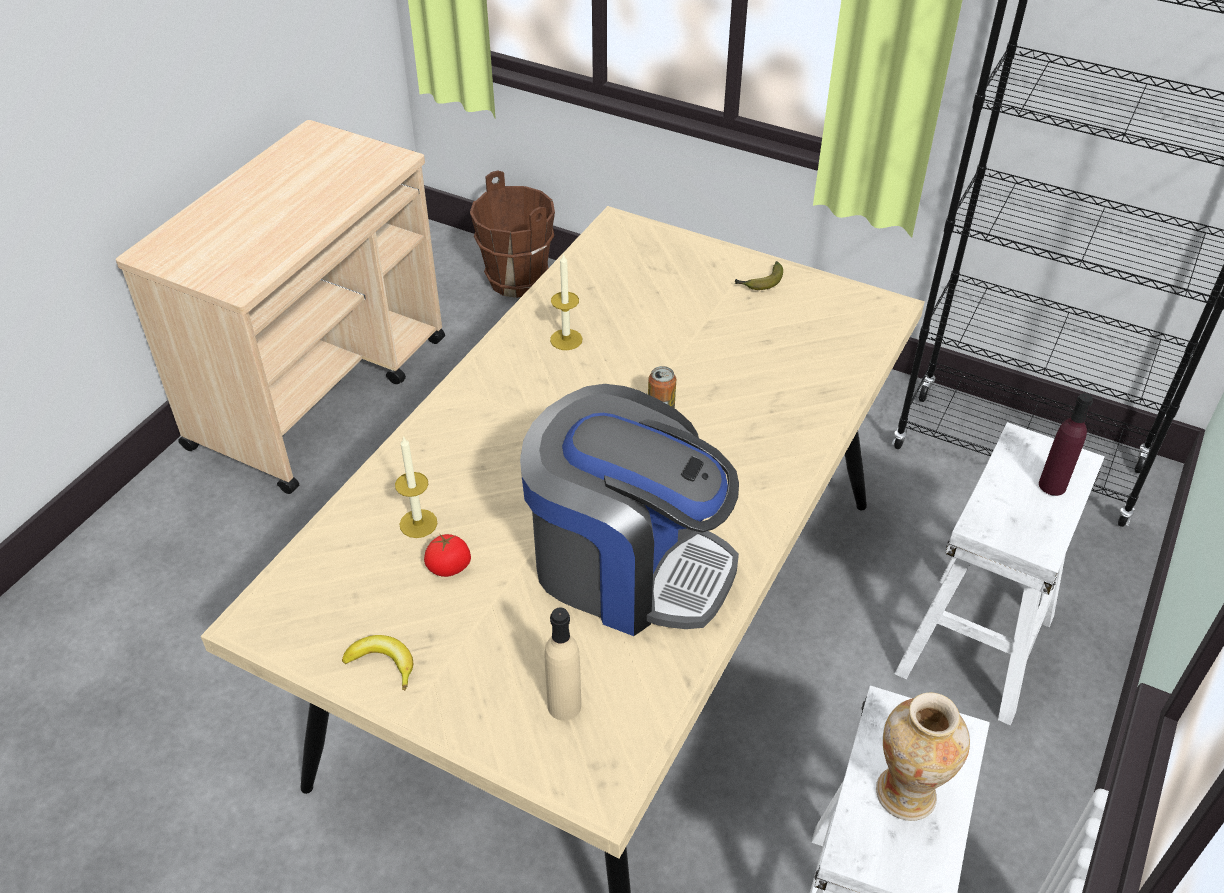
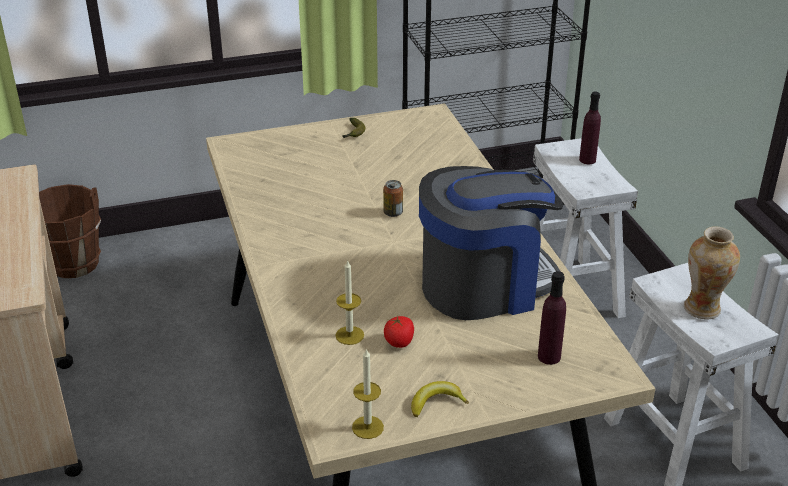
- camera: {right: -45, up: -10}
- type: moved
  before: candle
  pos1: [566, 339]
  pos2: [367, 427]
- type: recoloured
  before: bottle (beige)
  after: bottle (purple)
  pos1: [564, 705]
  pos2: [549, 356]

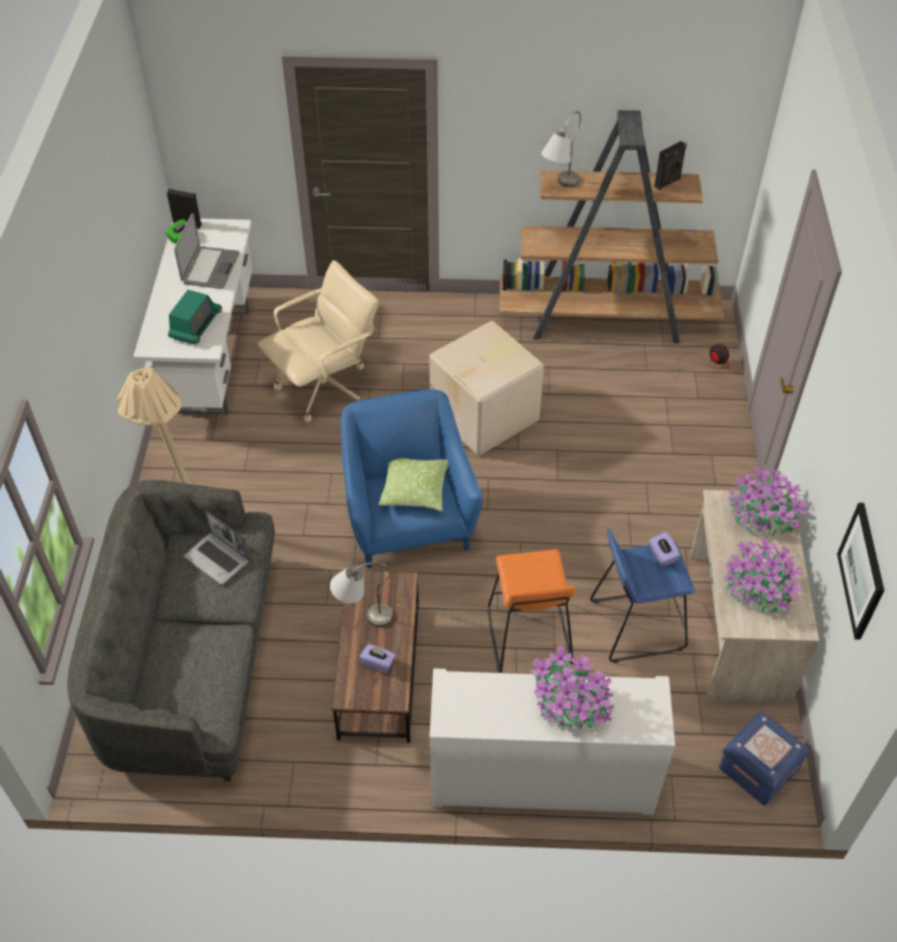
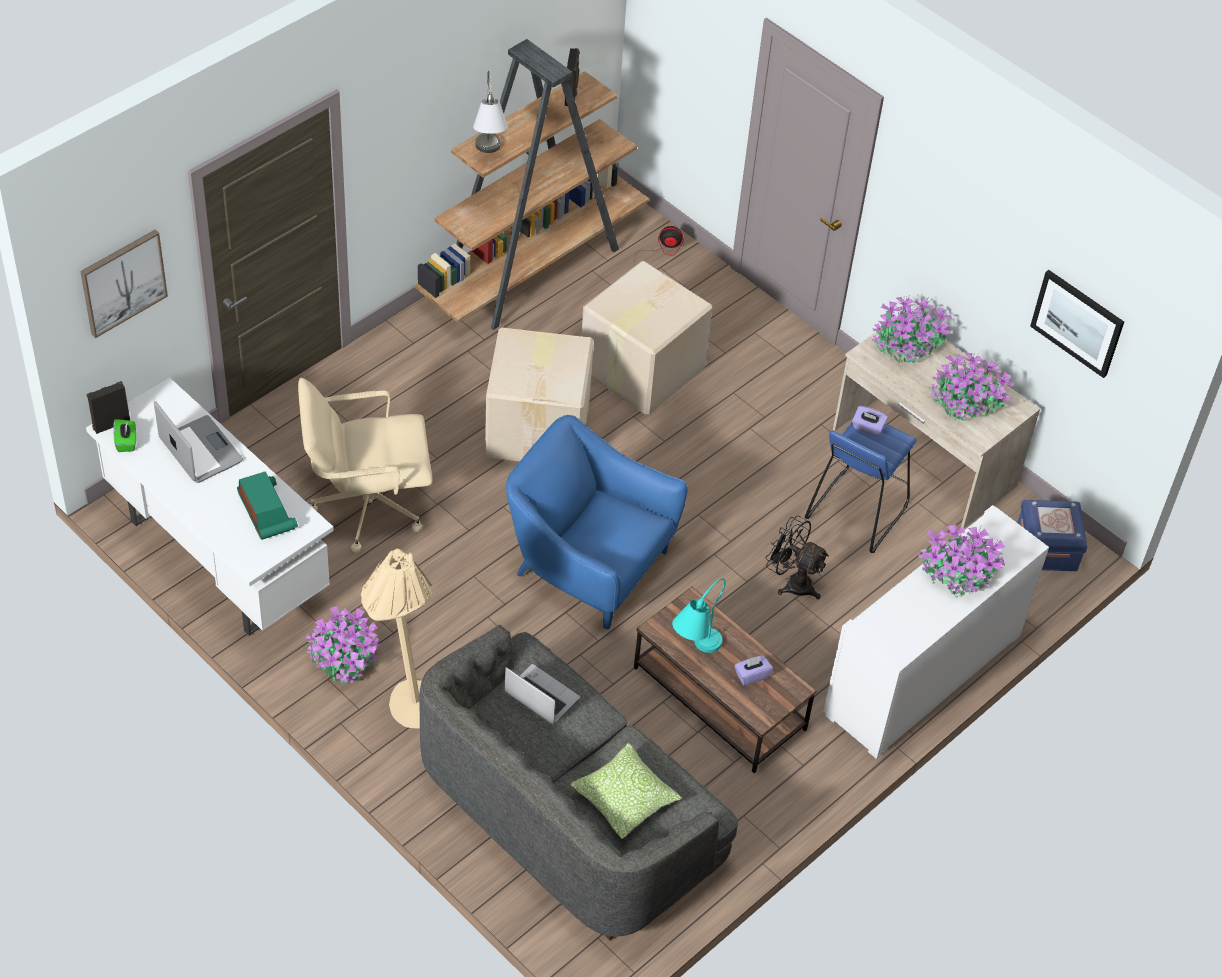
- camera: {right: -50, up: 0}
- type: turned
  before: office chair (beige)
  pos1: [325, 388]
  pos2: [366, 506]
  turn: -105
- type: moved
  before: pillow
  pos1: [414, 489]
  pos2: [624, 798]
- type: turned
  before: laptop
  pos1: [218, 559]
  pos2: [540, 696]
  turn: -135
- type: replaced
  before: stool (orange)
  after: fan (black)
  pos1: [528, 636]
  pos2: [792, 582]
- type: recoloured
  before: table lamp (grey)
  after: table lamp (turquoise)
  pos1: [362, 615]
  pos2: [694, 652]
- type: added
  after: picture
  pos2: [123, 282]
- type: added
  after: cardboard box
  pos2: [639, 369]
- type: added
  after: potted plant
  pos2: [343, 660]

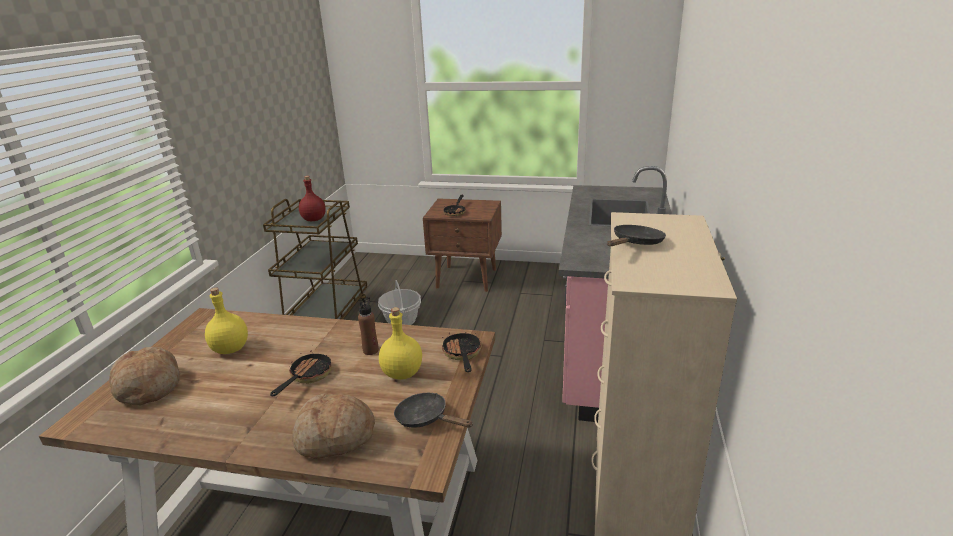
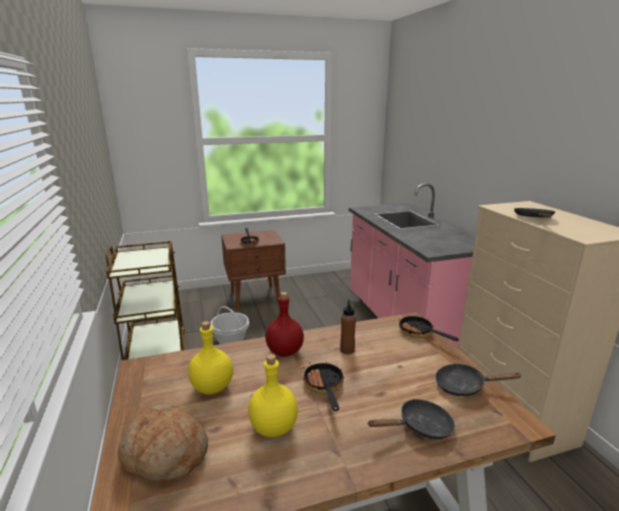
- camera: {right: -30, up: -5}
- type: moved
  before: bottle (red)
  pos1: [314, 219]
  pos2: [285, 351]
- type: moved
  before: bottle (yellow)
  pos1: [403, 373]
  pos2: [274, 427]
- type: replaced
  before: bread
  after: frying pan (black)
  pos1: [334, 437]
  pos2: [420, 427]

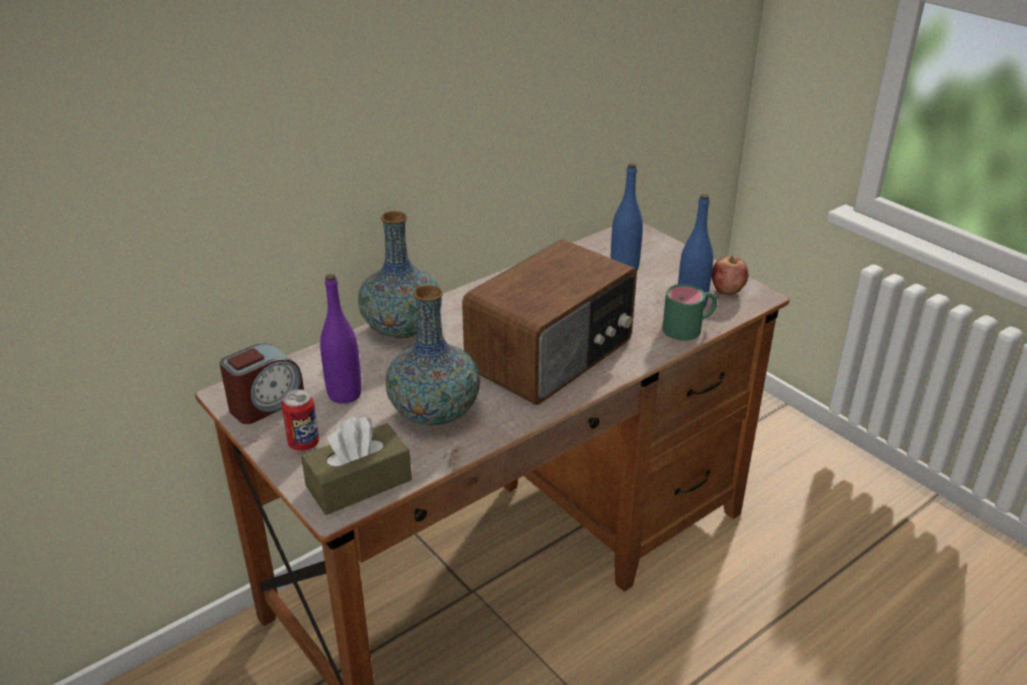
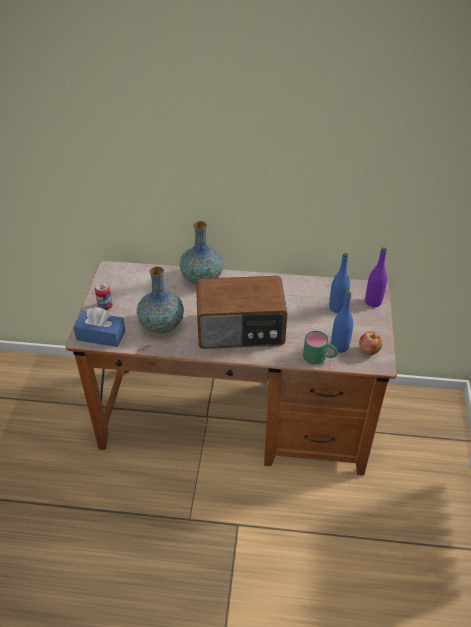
- camera: {right: 45, up: 10}
- type: moved
  before: bottle (purple)
  pos1: [344, 394]
  pos2: [373, 302]
- type: removed
  before: alarm clock
  pos1: [266, 404]
- type: recoloured
  before: tissue box (brown)
  after: tissue box (blue)
  pos1: [359, 483]
  pos2: [101, 335]

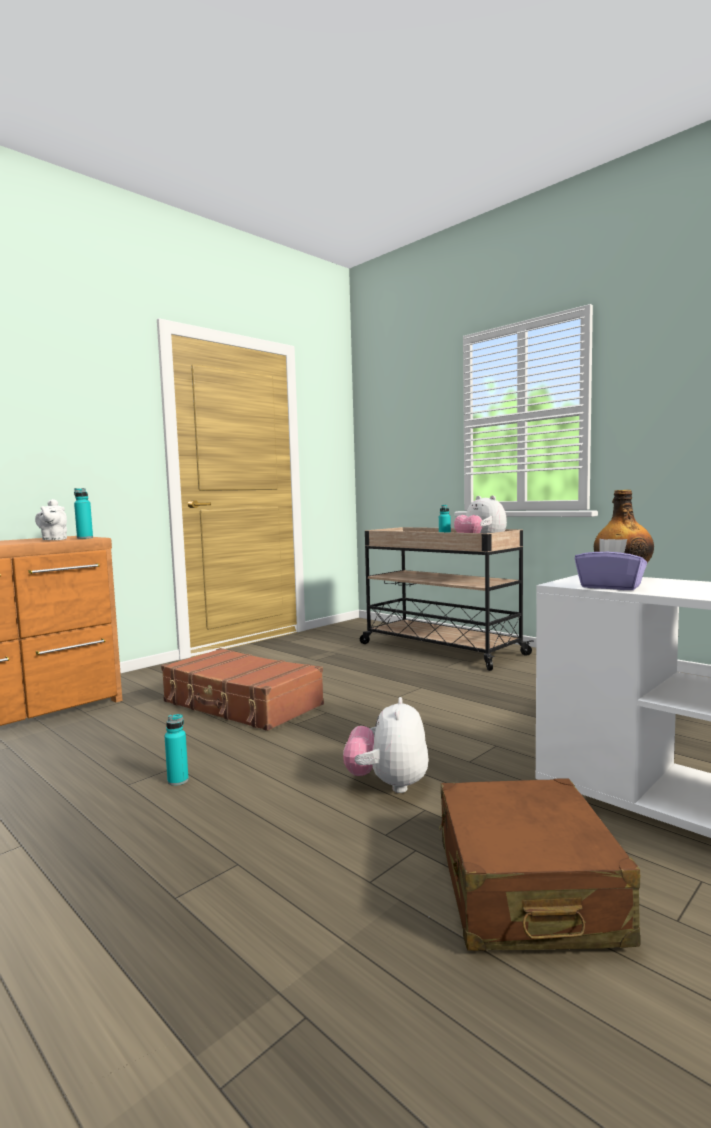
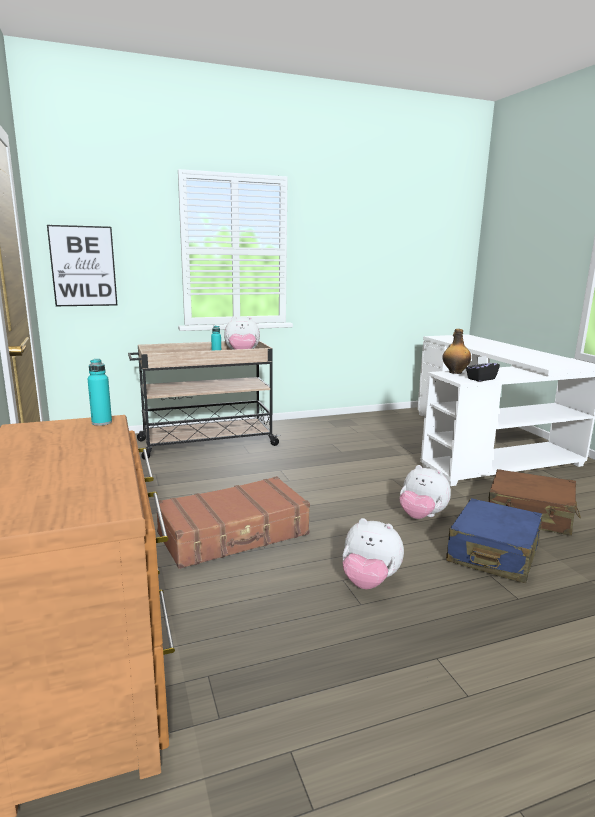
- camera: {right: -65, up: 10}
- type: removed
  before: teapot (white)
  pos1: [54, 540]
- type: recoloured
  before: tissue box (purple)
  after: tissue box (black)
  pos1: [610, 587]
  pos2: [481, 379]
- type: replaced
  before: bottle (turquoise)
  after: plush toy
  pos1: [178, 781]
  pos2: [369, 582]
- type: added
  after: picture
  pos2: [83, 266]
- type: added
  after: suitcase (blue)
  pos2: [493, 554]

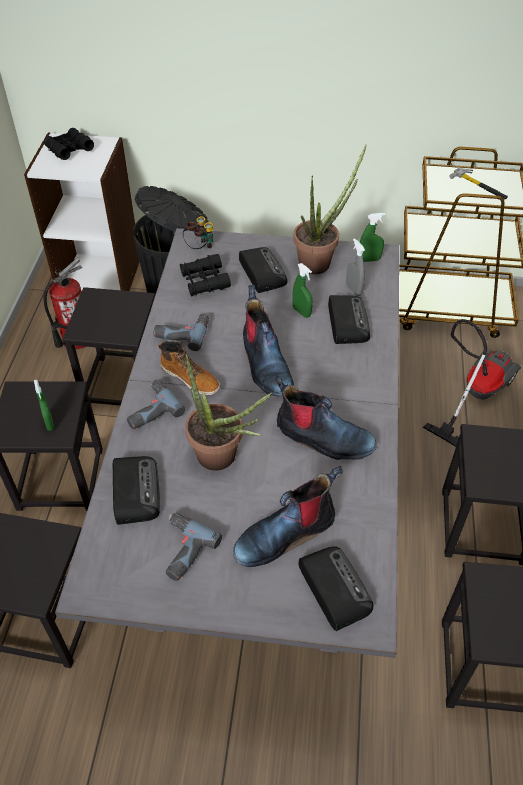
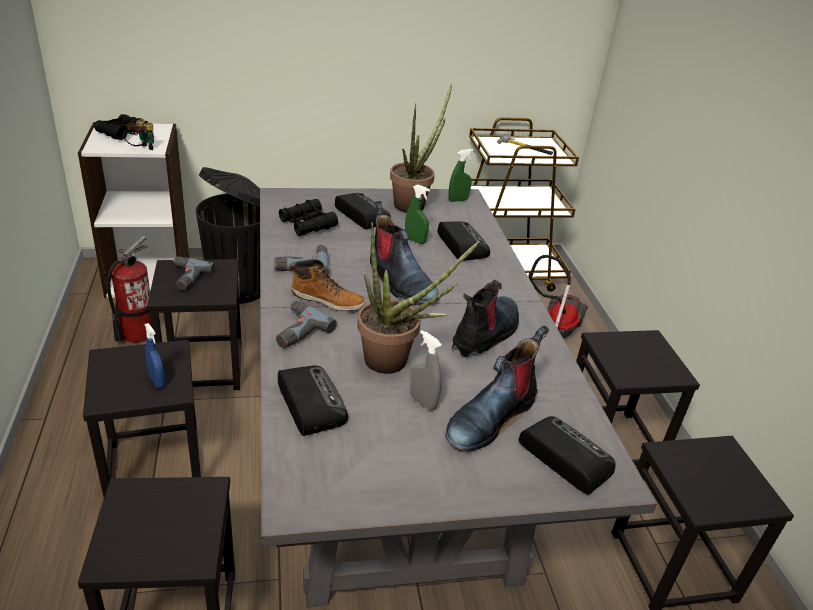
- camera: {right: -20, up: -15}
- type: moved
  before: binoculars
  pos1: [199, 248]
  pos2: [141, 150]
- type: moved
  before: spray bottle (grey)
  pos1: [353, 290]
  pos2: [423, 402]
- type: turned
  before: boot
  pos1: [322, 438]
  pos2: [486, 334]
  turn: -60
- type: recoloured
  before: spray bottle (green)
  after: spray bottle (blue)
  pos1: [49, 423]
  pos2: [157, 382]
- type: moved
  before: power drill
  pos1: [181, 550]
  pos2: [185, 277]

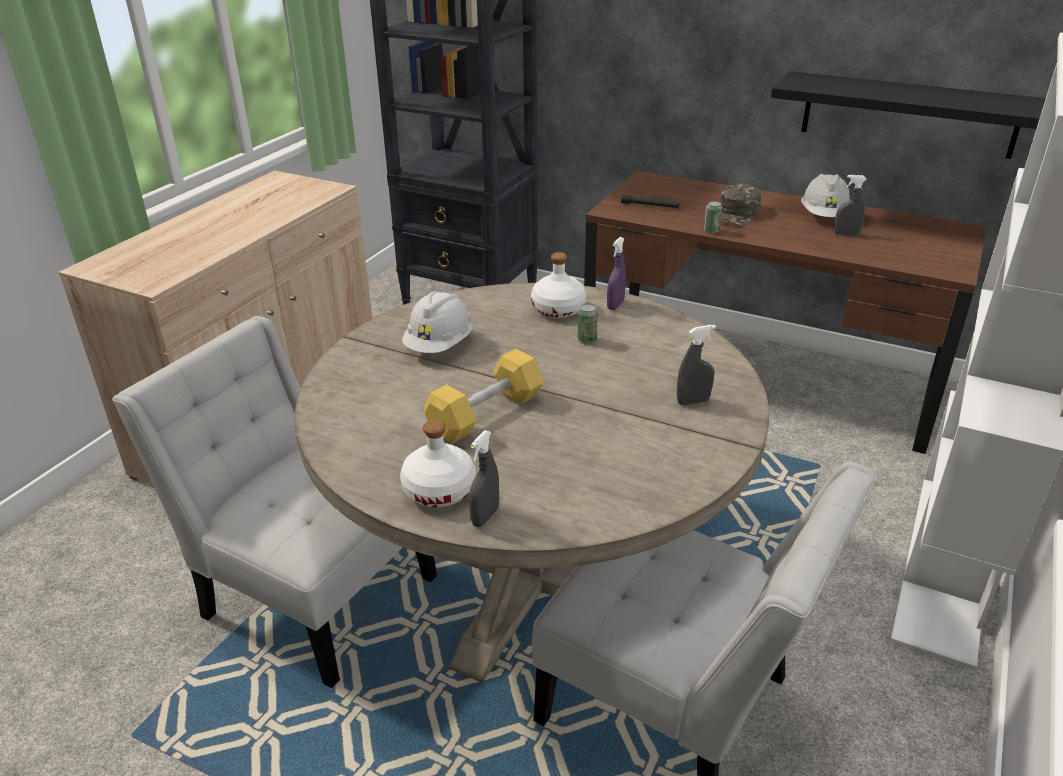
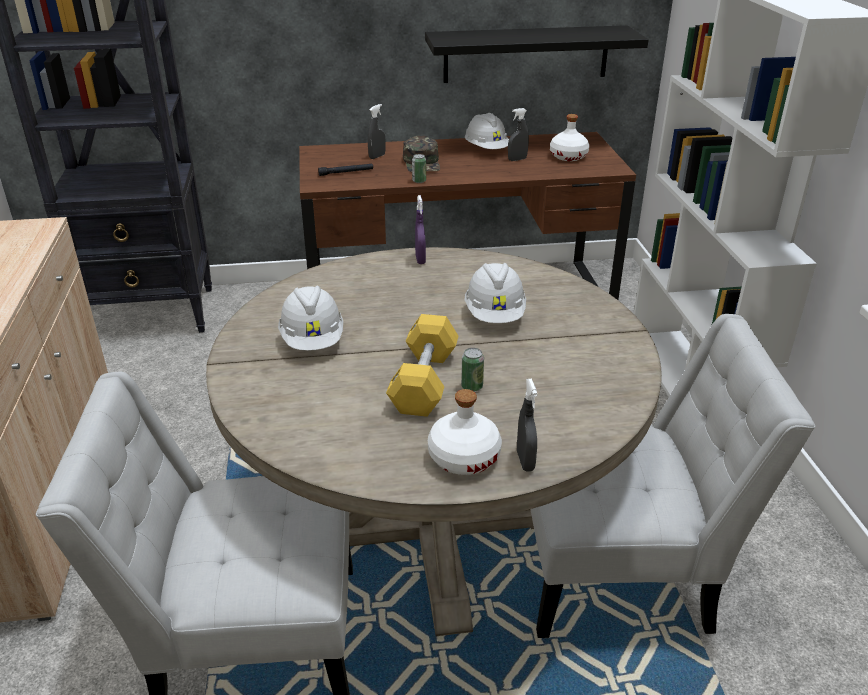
- camera: {right: -35, up: 0}
- type: moved
  before: bottle (white)
  pos1: [558, 309]
  pos2: [568, 156]
- type: moved
  before: can
  pos1: [587, 340]
  pos2: [472, 387]
- type: moved
  before: spray bottle (grey)
  pos1: [693, 401]
  pos2: [377, 156]
- type: added
  after: hard hat (white)
  pos2: [495, 315]

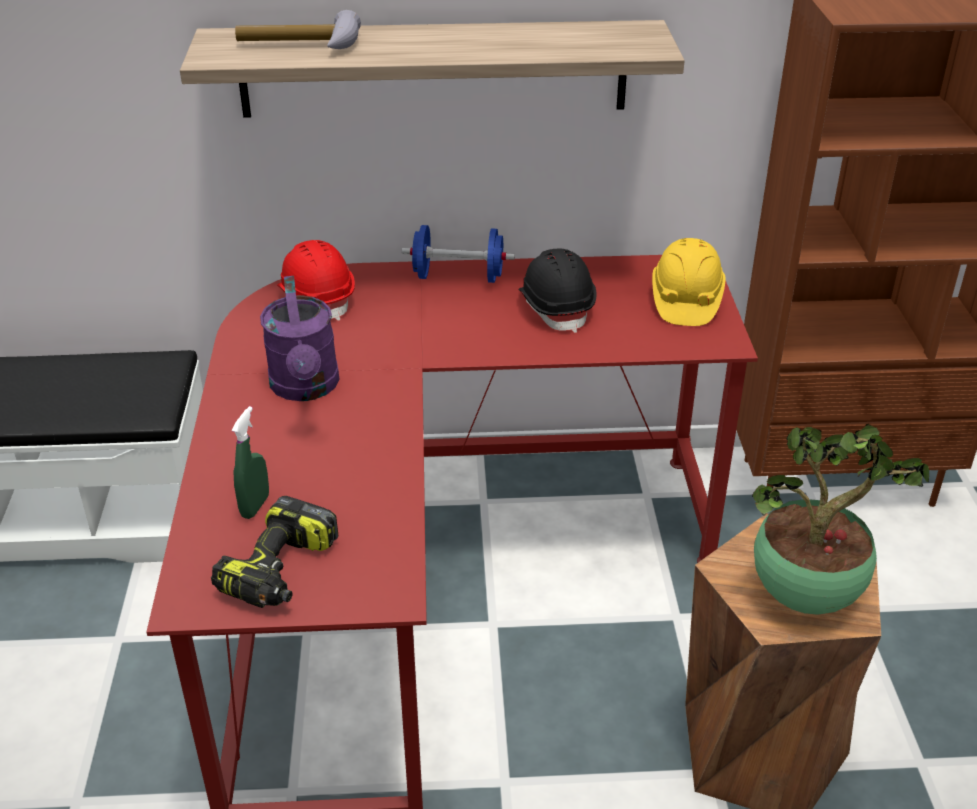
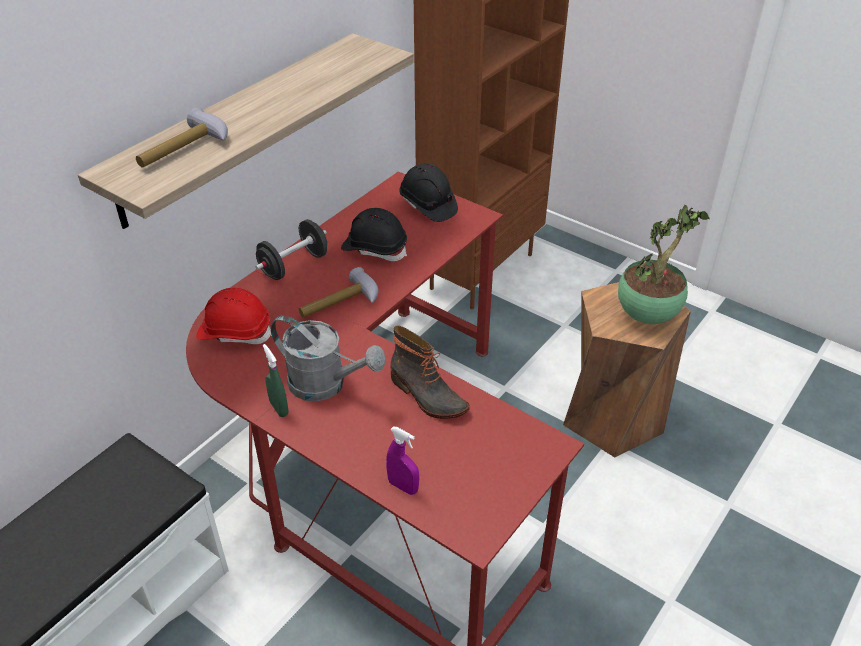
- camera: {right: -50, up: 5}
- type: recoloured
  before: dumbbell (blue)
  after: dumbbell (black)
  pos1: [458, 277]
  pos2: [294, 265]
- type: recoloured
  before: hard hat (yellow)
  after: hard hat (black)
  pos1: [685, 301]
  pos2: [428, 205]
- type: recoloured
  before: watering can (purple)
  after: watering can (grey)
  pos1: [306, 388]
  pos2: [326, 385]
- type: moved
  before: spray bottle (green)
  pos1: [255, 506]
  pos2: [279, 408]
- type: removed
  before: power drill
  pos1: [280, 571]
- type: added
  after: hammer
  pos2: [340, 304]
- type: added
  after: boot
  pos2: [427, 396]
- type: added
  after: spray bottle (purple)
  pos2: [403, 486]

